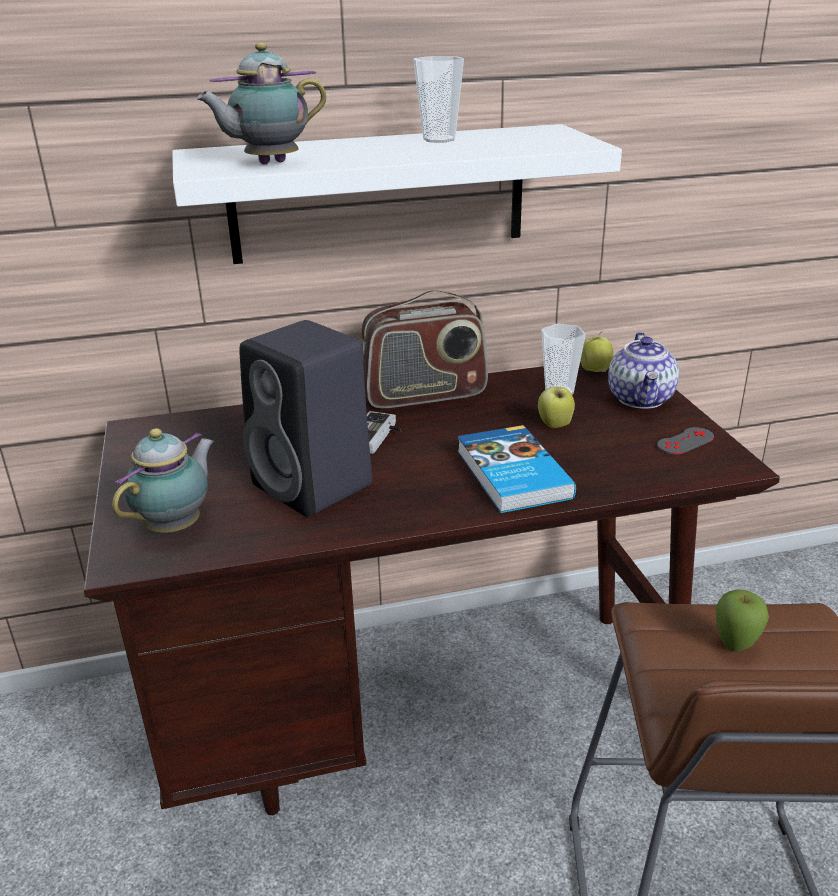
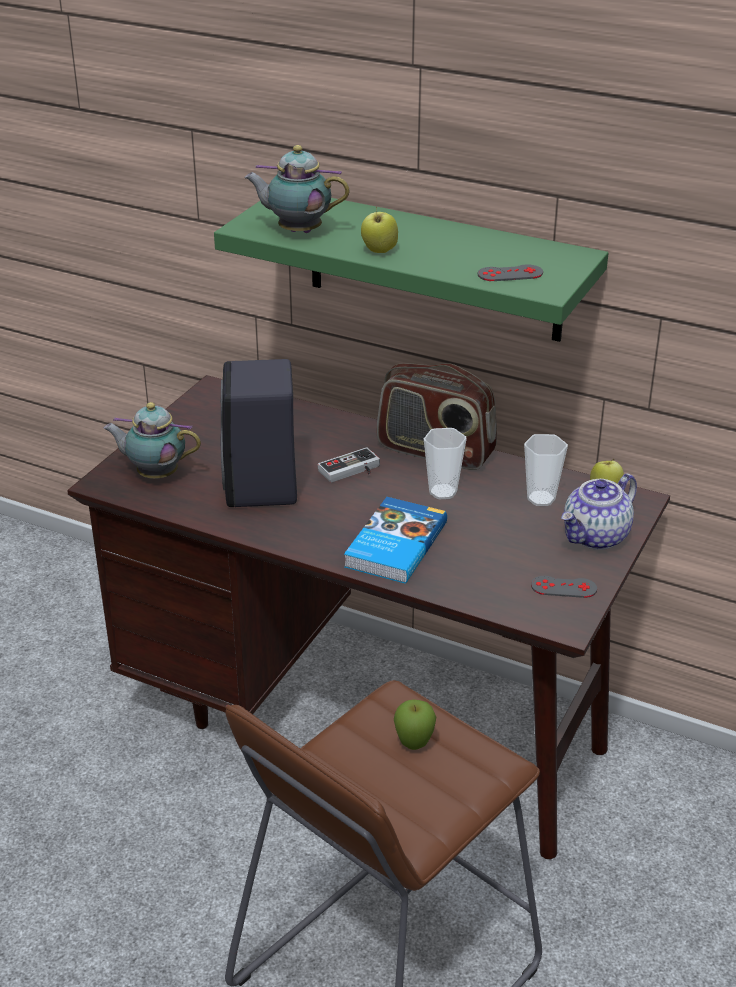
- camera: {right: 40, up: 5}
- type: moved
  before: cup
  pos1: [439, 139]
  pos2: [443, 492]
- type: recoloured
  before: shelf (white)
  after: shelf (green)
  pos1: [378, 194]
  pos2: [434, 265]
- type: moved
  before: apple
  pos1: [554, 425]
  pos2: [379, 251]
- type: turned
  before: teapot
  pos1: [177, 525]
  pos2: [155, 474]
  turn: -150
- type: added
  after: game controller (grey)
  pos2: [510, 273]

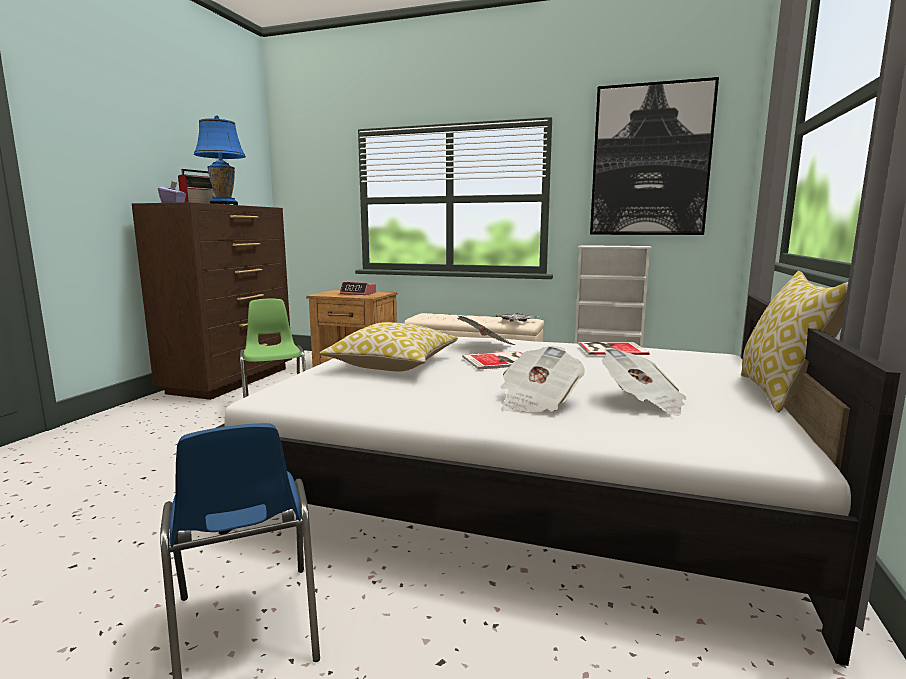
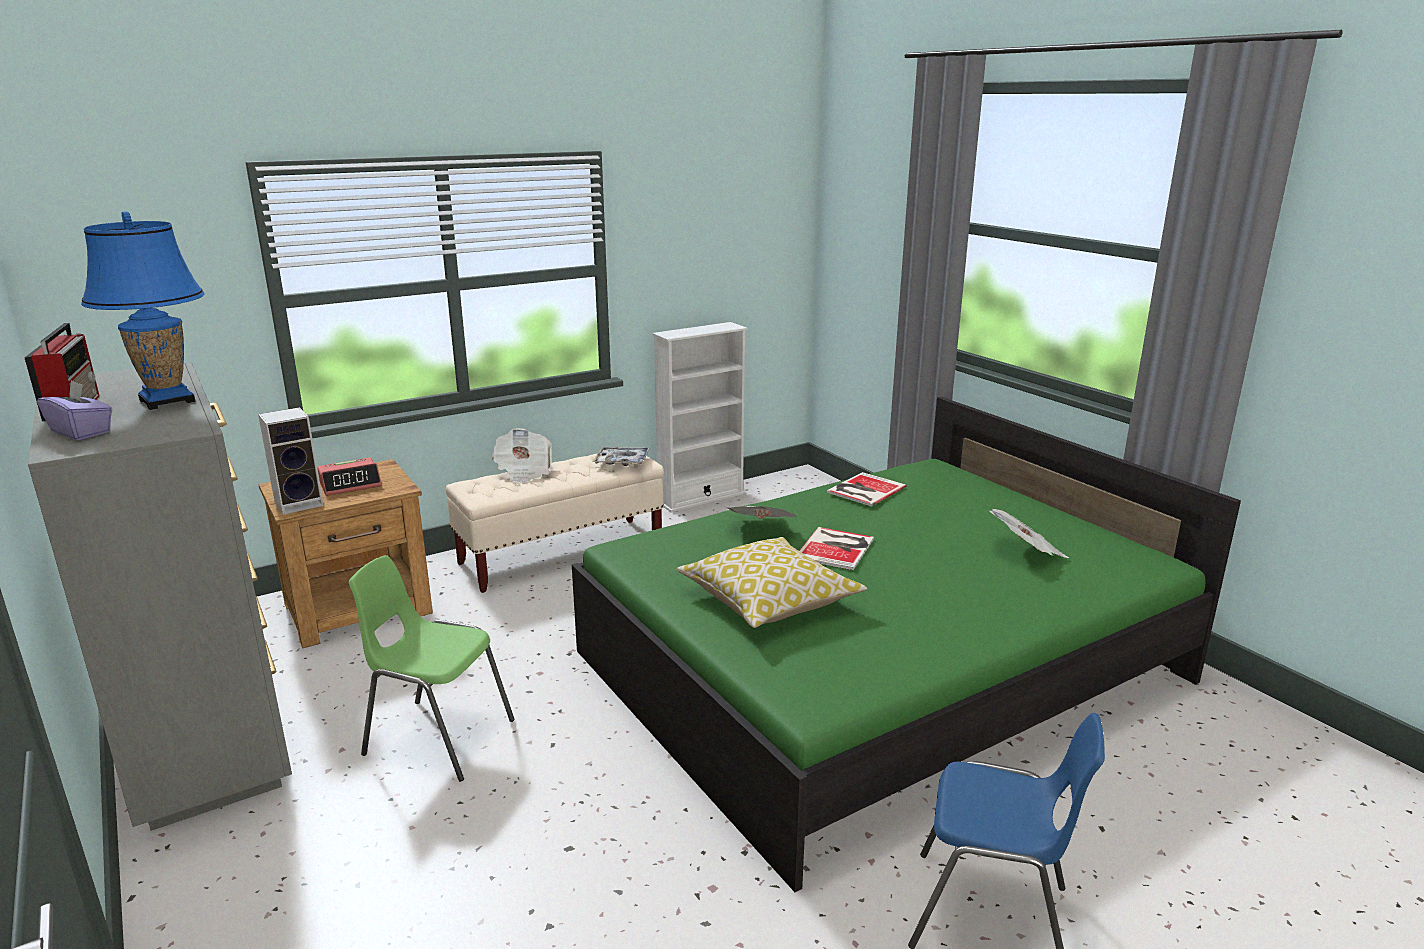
- camera: {right: -50, up: 10}
- type: removed
  before: picture
  pos1: [650, 161]
- type: recoloured
  before: dresser (brown)
  after: dresser (grey)
  pos1: [231, 380]
  pos2: [207, 738]
- type: removed
  before: pillow
  pos1: [781, 394]
- type: recoloured
  before: bed (white)
  after: bed (green)
  pos1: [523, 481]
  pos2: [879, 666]
- type: moved
  before: newspaper
  pos1: [537, 401]
  pos2: [523, 472]
- type: added
  after: speaker
  pos2: [300, 503]

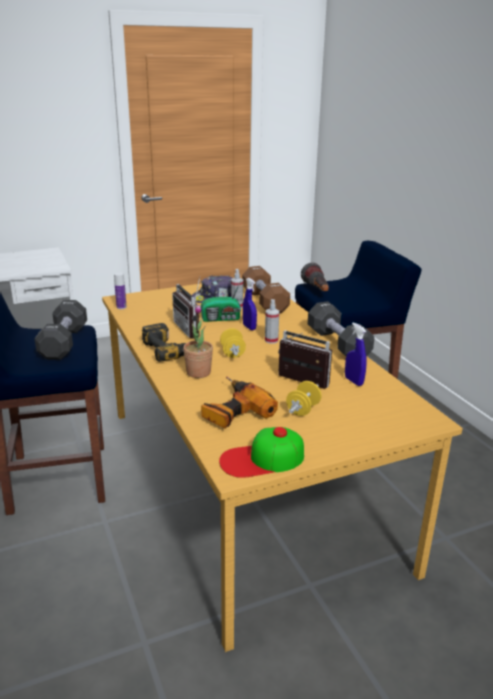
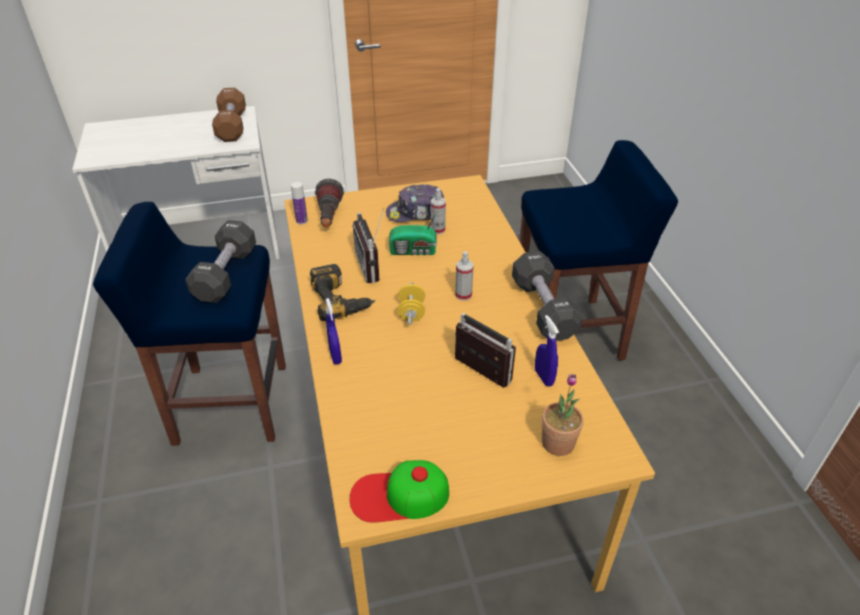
- camera: {right: 10, up: 15}
- type: moved
  before: flashlight
  pos1: [317, 291]
  pos2: [329, 219]
- type: moved
  before: dumbbell (brown)
  pos1: [264, 302]
  pos2: [232, 126]
- type: moved
  before: spray bottle (blue)
  pos1: [249, 327]
  pos2: [335, 356]
- type: moved
  before: potted plant
  pos1: [198, 372]
  pos2: [558, 443]
- type: removed
  before: power drill
  pos1: [233, 411]
- type: removed
  before: dumbbell (yellow)
  pos1: [303, 409]

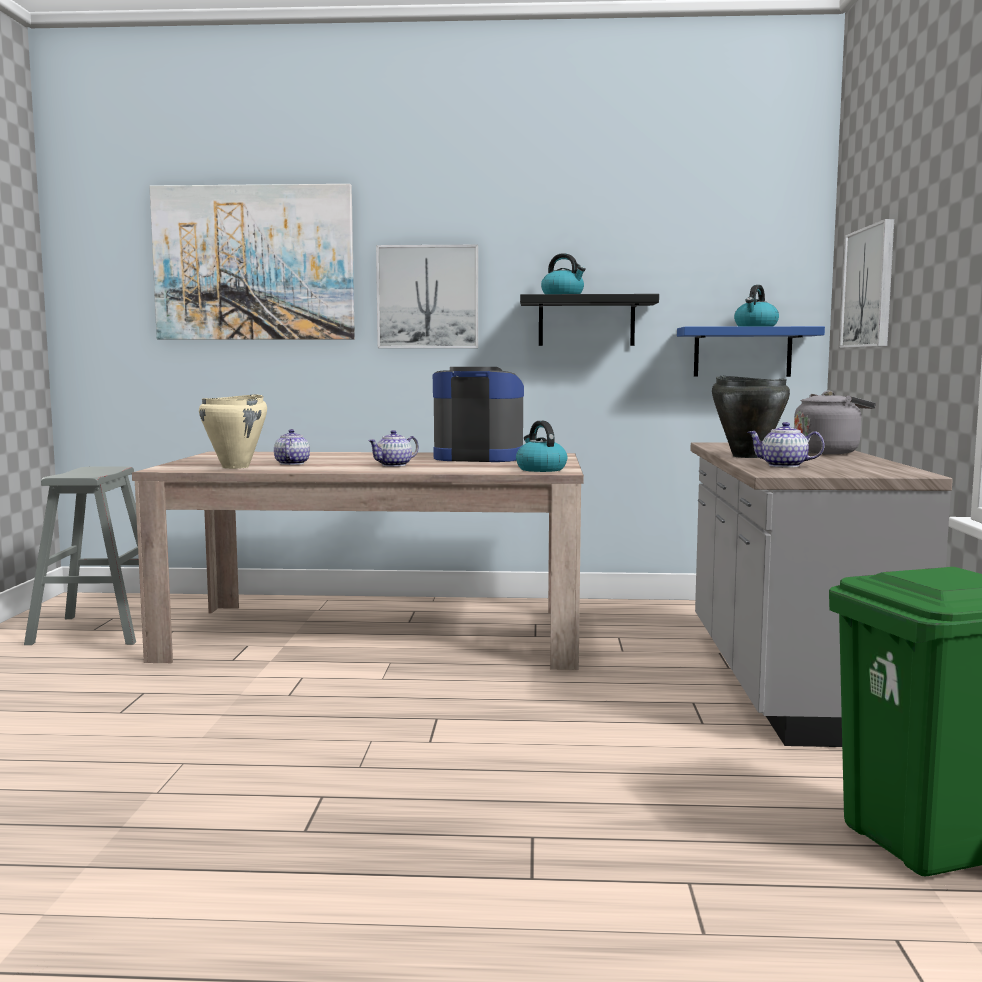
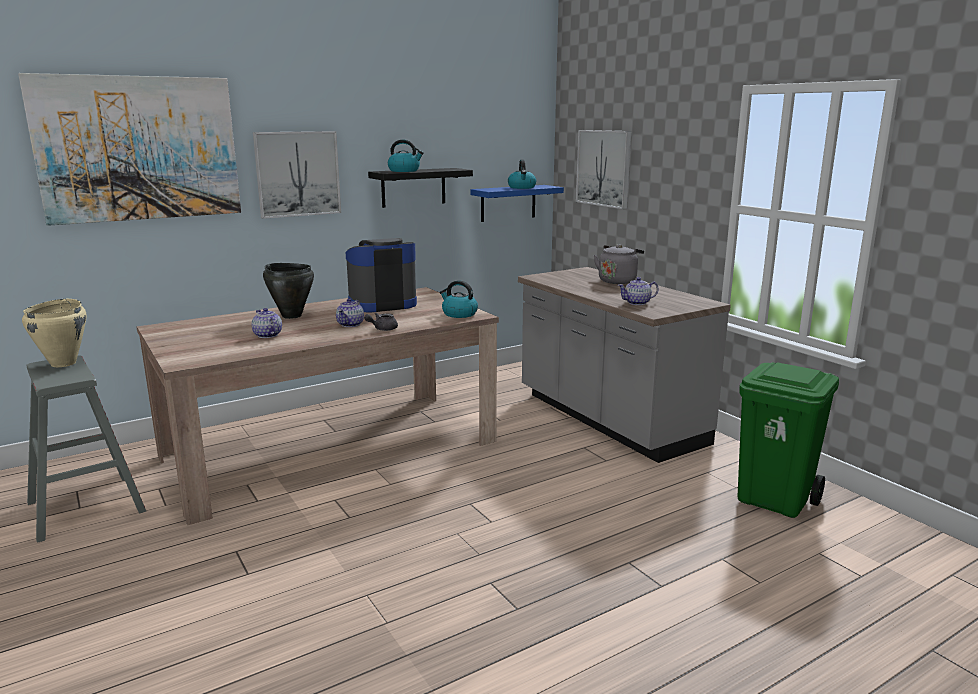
- camera: {right: -35, up: 10}
- type: moved
  before: cooking pot (black)
  pos1: [747, 456]
  pos2: [291, 316]
- type: moved
  before: cooking pot (beige)
  pos1: [236, 467]
  pos2: [64, 363]
- type: added
  after: teapot (grey)
  pos2: [382, 329]

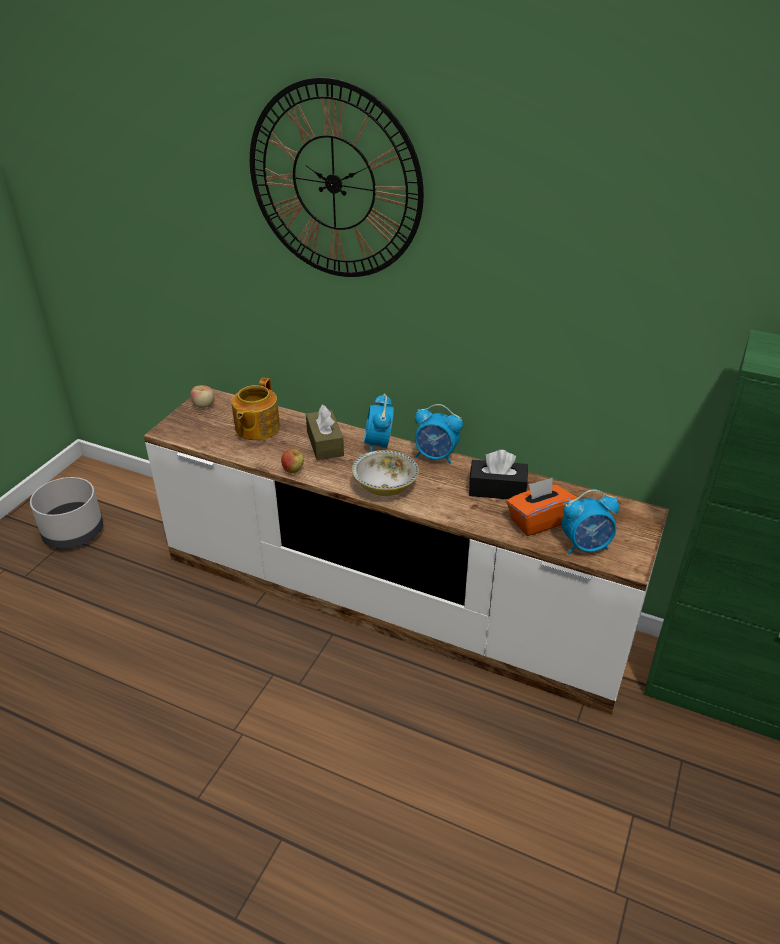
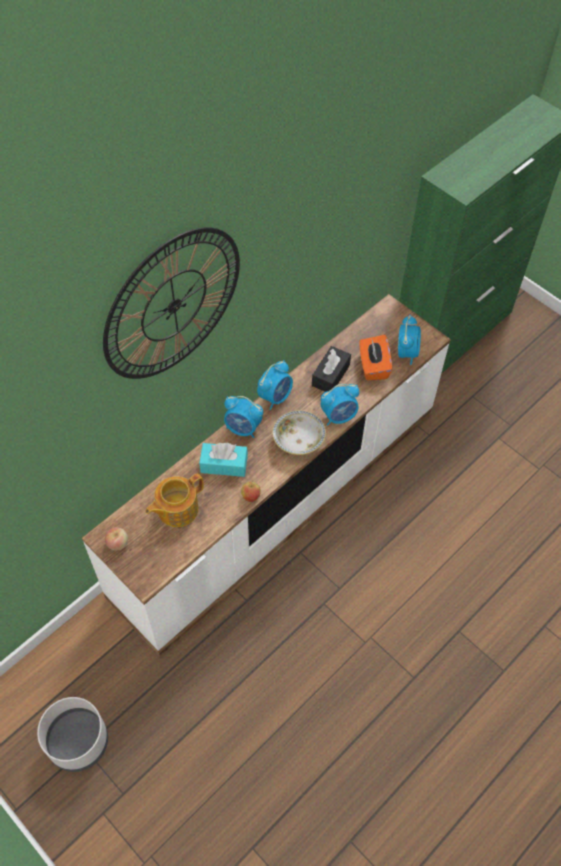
- camera: {right: -70, up: 20}
- type: turned
  before: teapot
  pos1: [256, 428]
  pos2: [176, 509]
  turn: 105
- type: recoloured
  before: tissue box (brown)
  after: tissue box (turquoise)
  pos1: [325, 443]
  pos2: [224, 464]
- type: added
  after: alarm clock
  pos2: [339, 416]

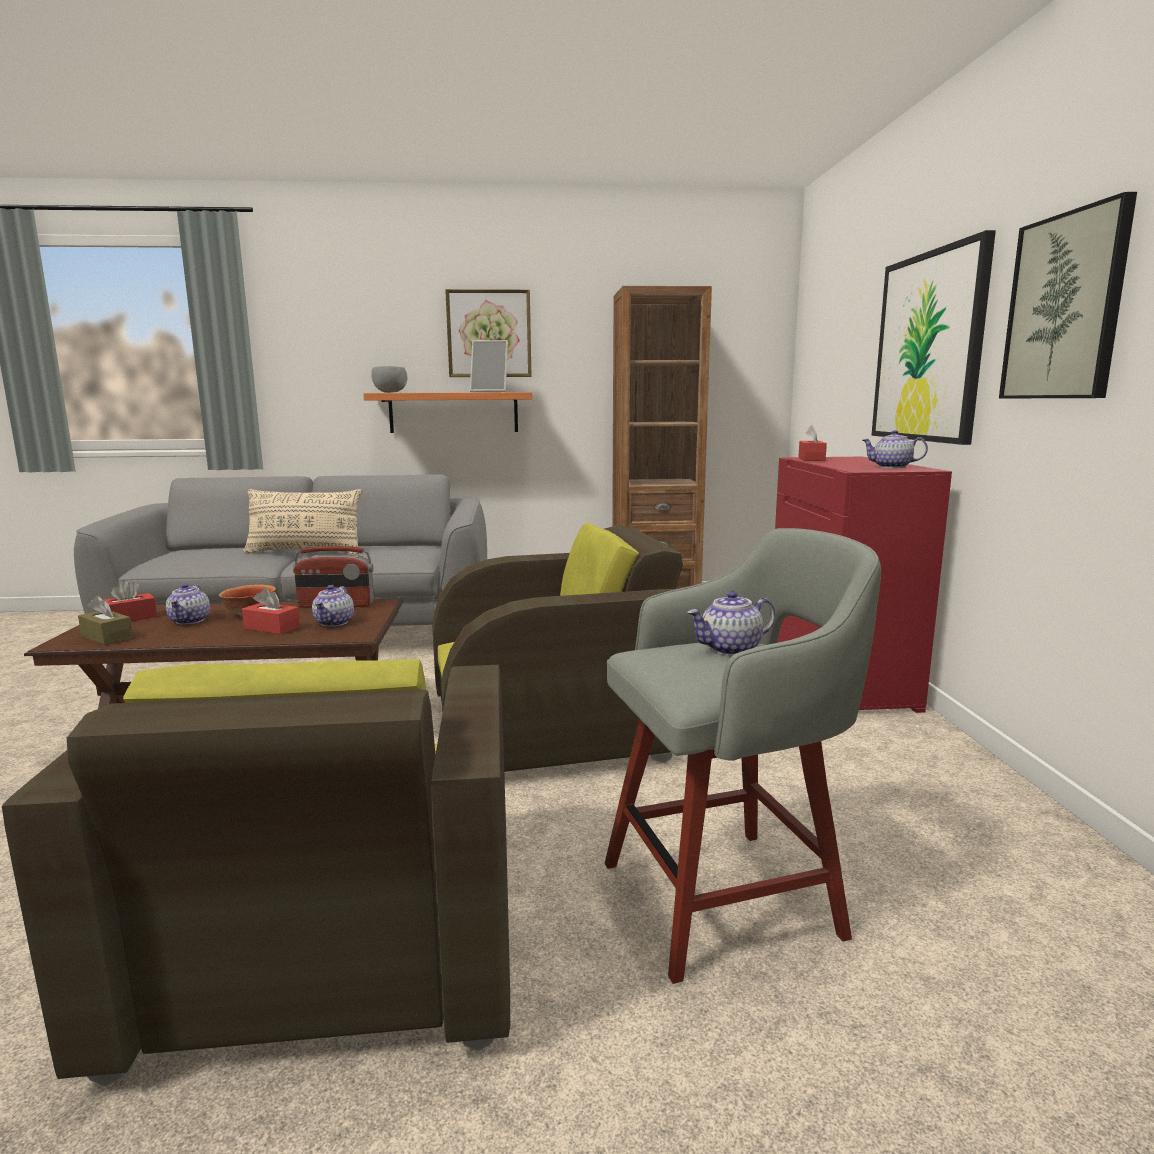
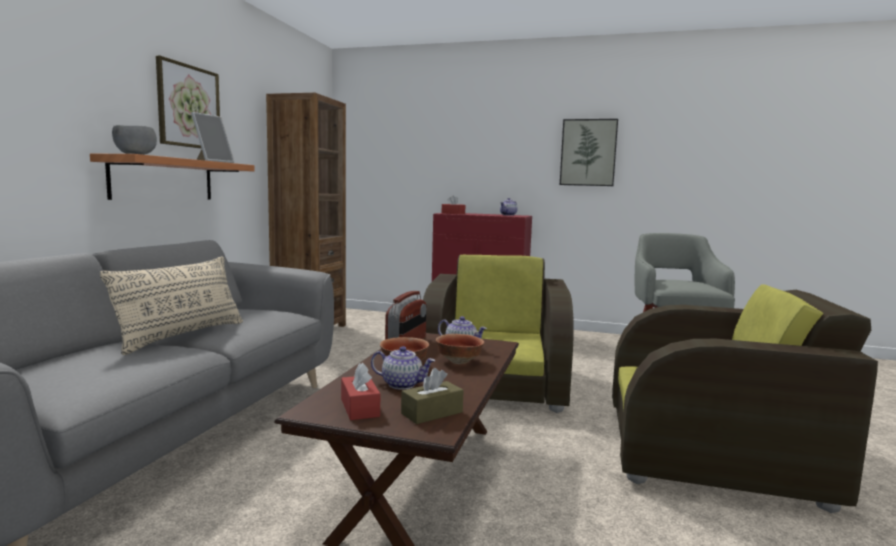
- camera: {right: -70, up: -5}
- type: removed
  before: picture
  pos1: [928, 347]
- type: replaced
  before: tissue box (red)
  after: bowl
  pos1: [272, 628]
  pos2: [459, 361]
- type: removed
  before: teapot
  pos1: [730, 649]

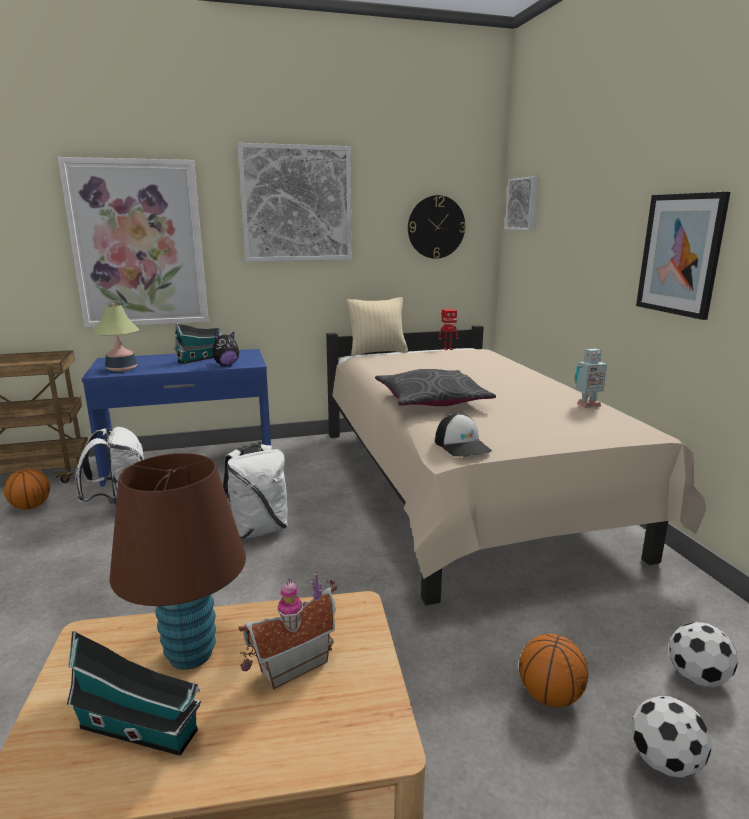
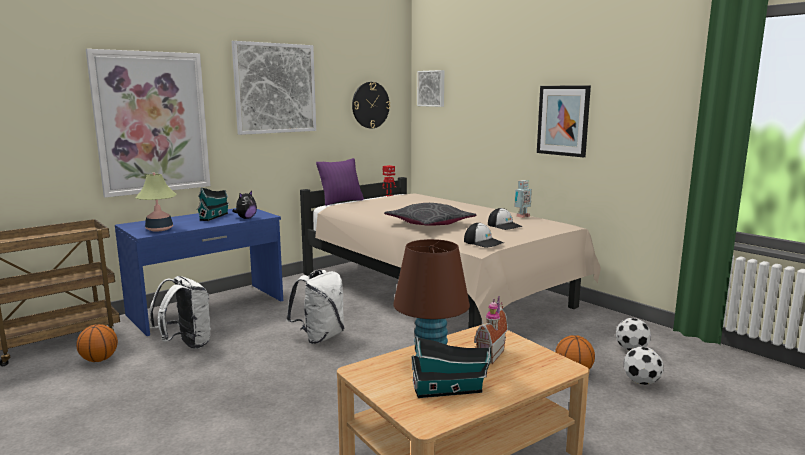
- camera: {right: -25, up: -5}
- type: recoloured
  before: pillow (beige)
  after: pillow (purple)
  pos1: [377, 352]
  pos2: [341, 202]
- type: added
  after: cap
  pos2: [504, 226]

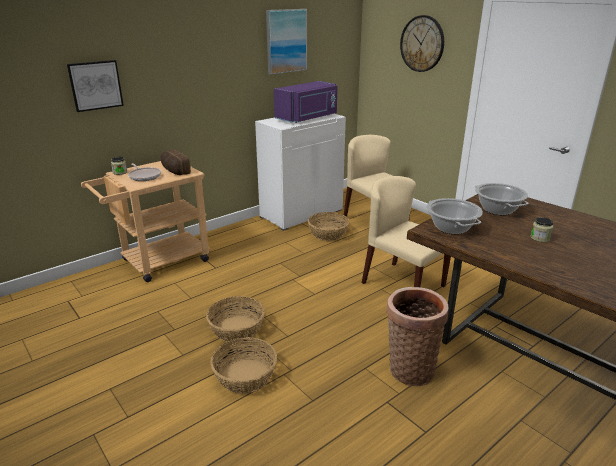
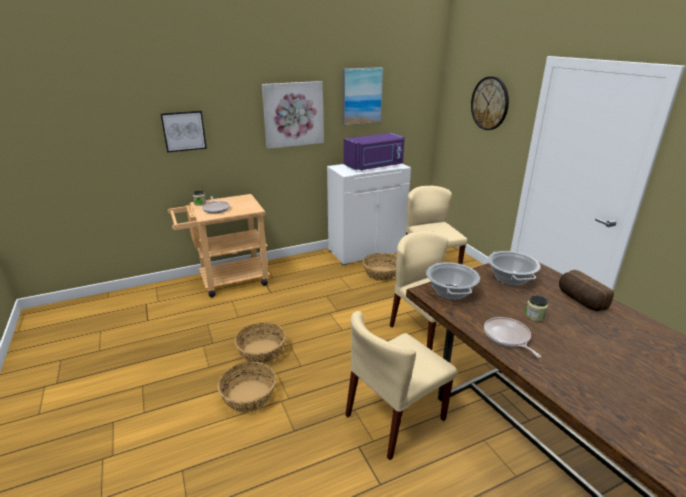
- camera: {right: 15, up: 0}
- type: moved
  before: bread
  pos1: [174, 171]
  pos2: [580, 300]
- type: replaced
  before: basket
  after: chair (beige)
  pos1: [410, 368]
  pos2: [395, 418]
- type: added
  after: picture
  pos2: [293, 114]
- type: added
  after: frying pan
  pos2: [507, 337]

